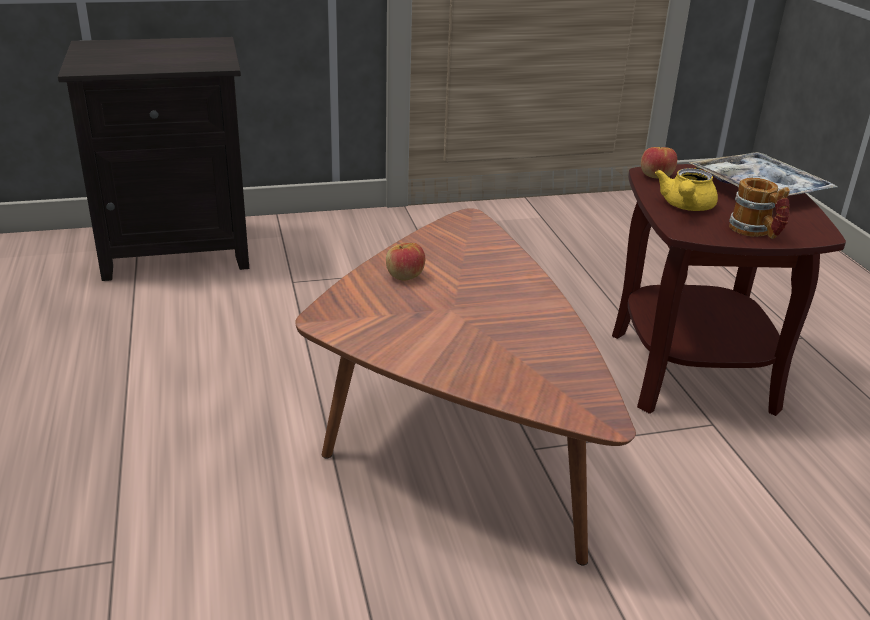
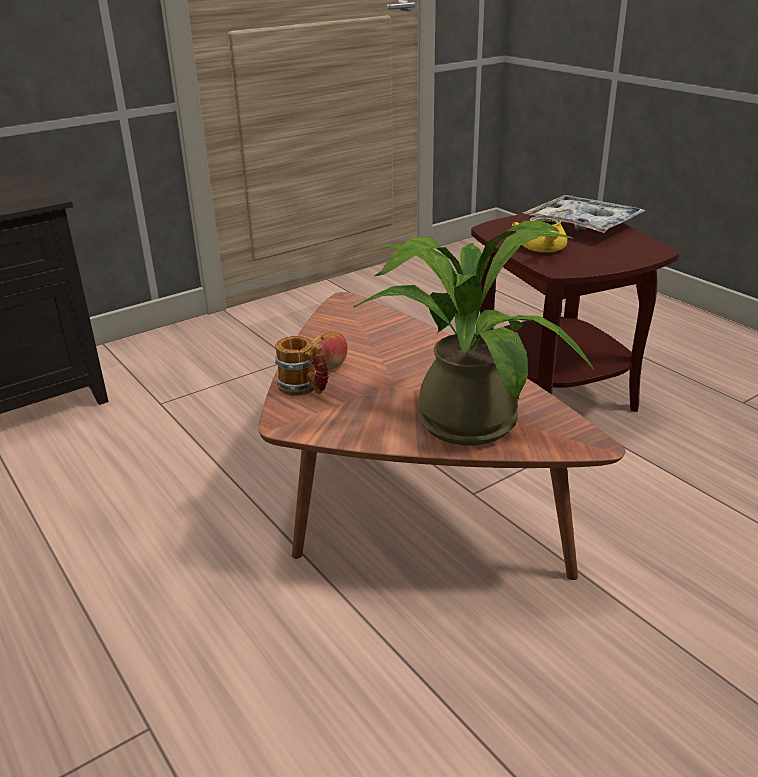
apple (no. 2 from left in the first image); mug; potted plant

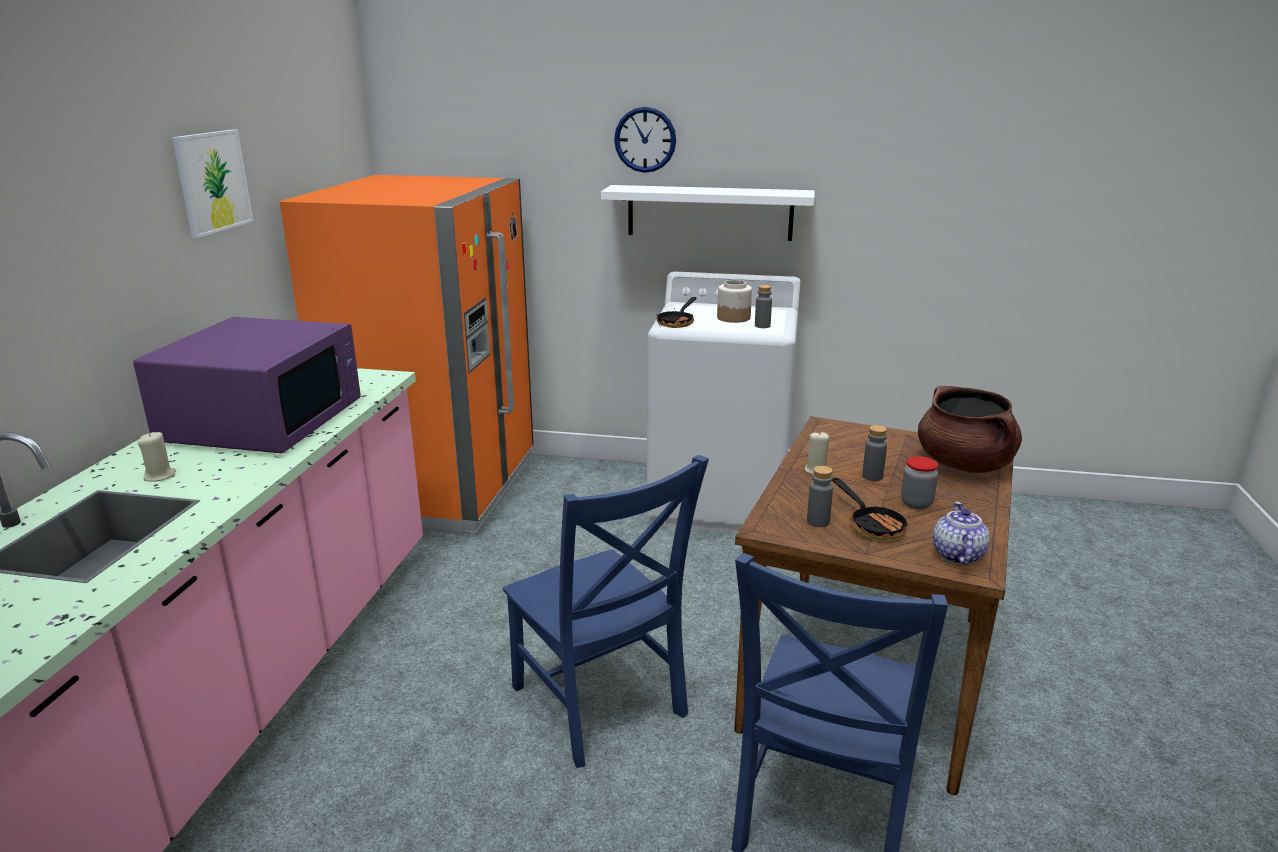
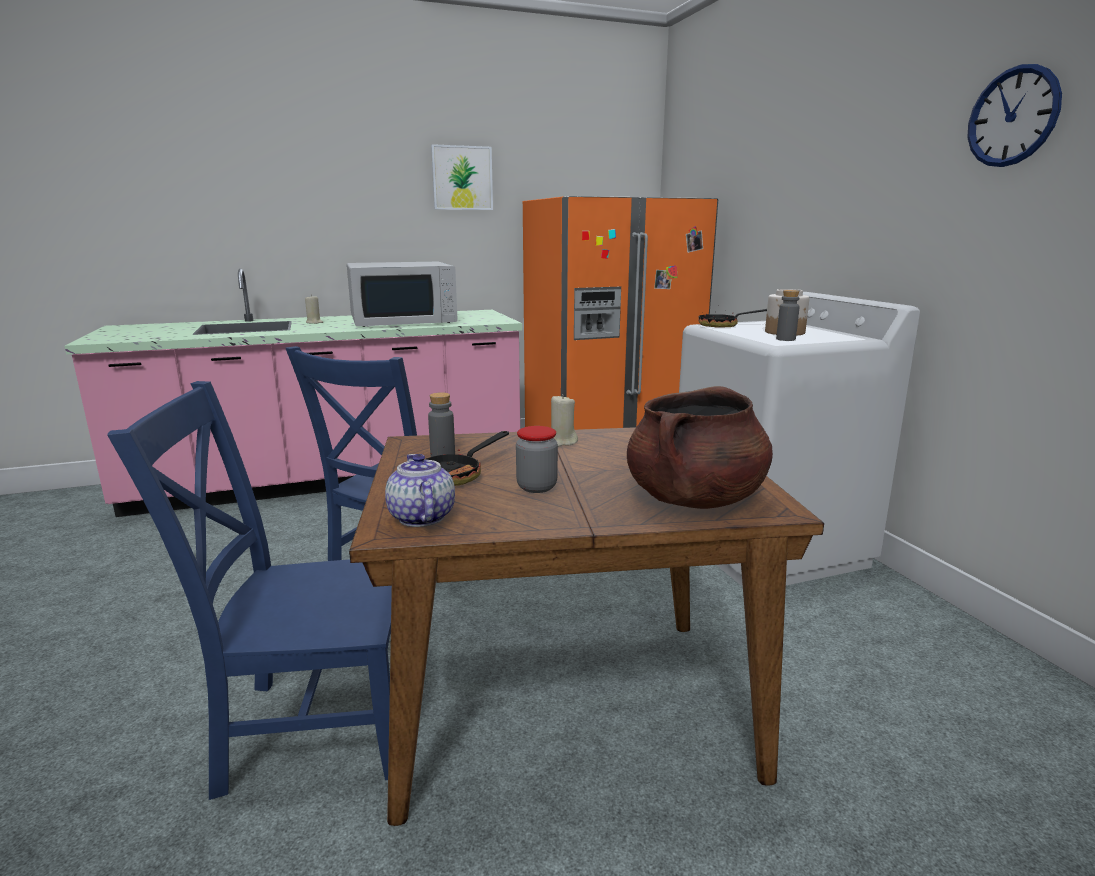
wall clock; shelf (white); microwave (white); bottle (grey) (no. 3 from left in the first image); teapot

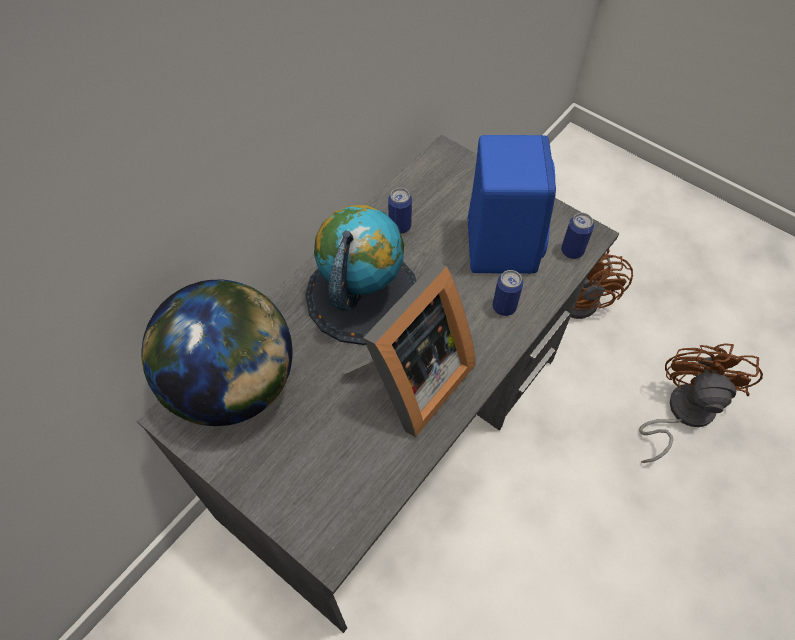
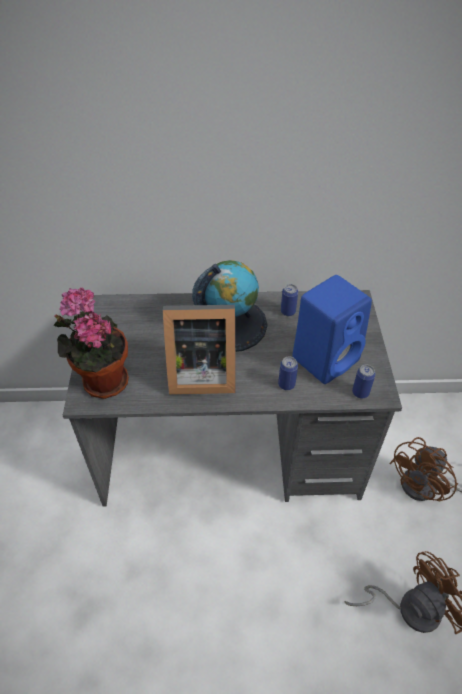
globe (no. 1 from left in the first image); potted plant

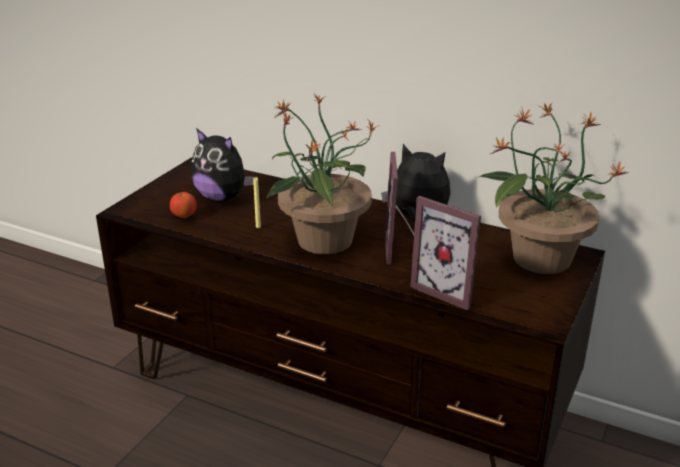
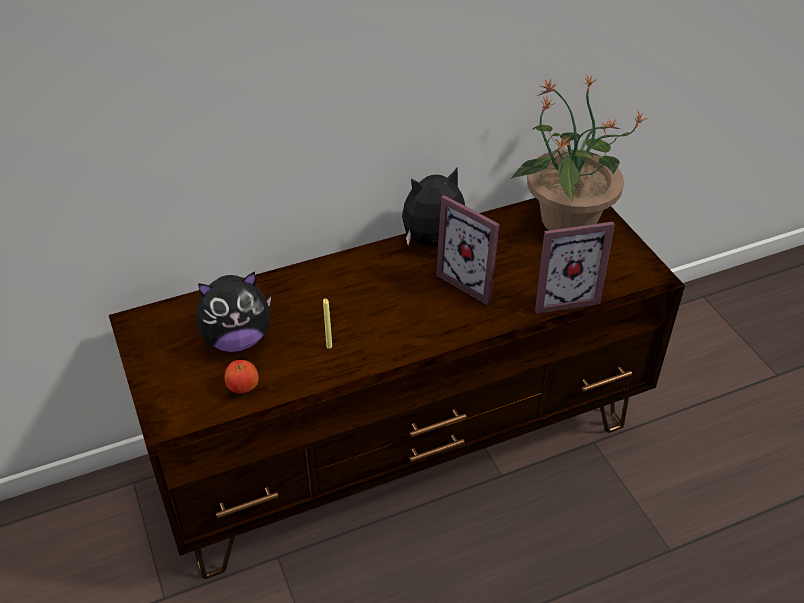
potted plant (no. 1 from left in the first image)

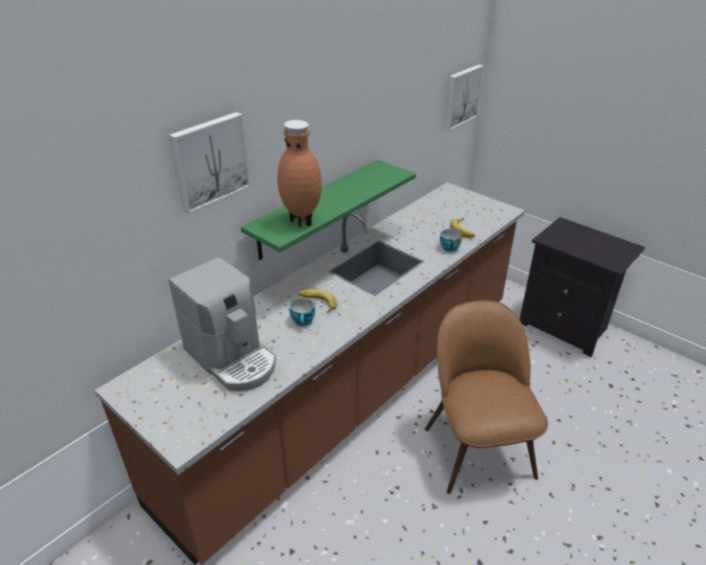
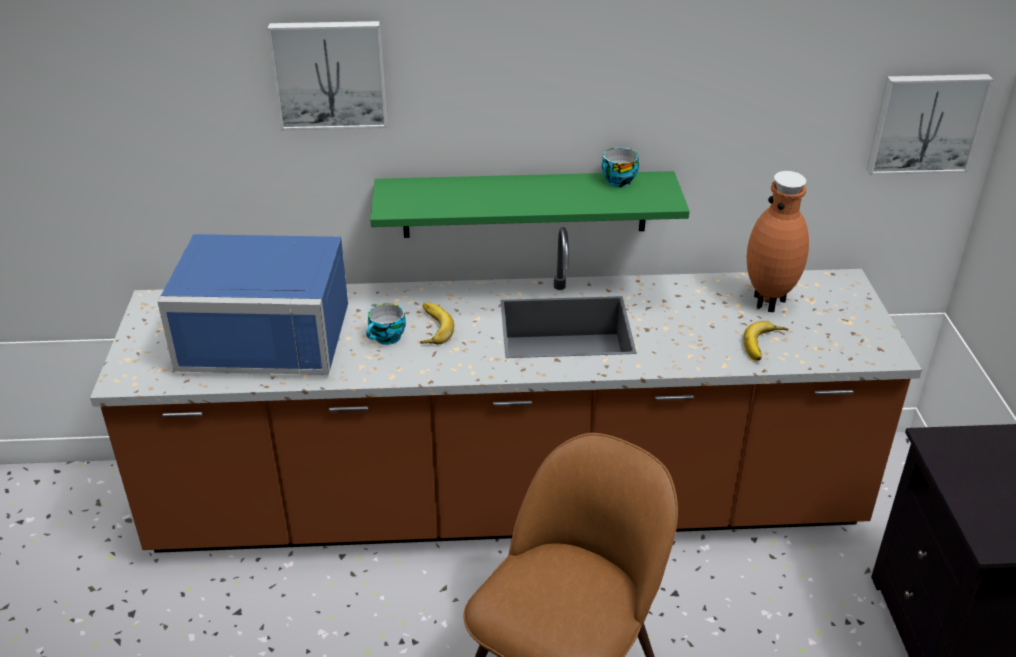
vase (brown); cup (no. 2 from left); microwave (blue)

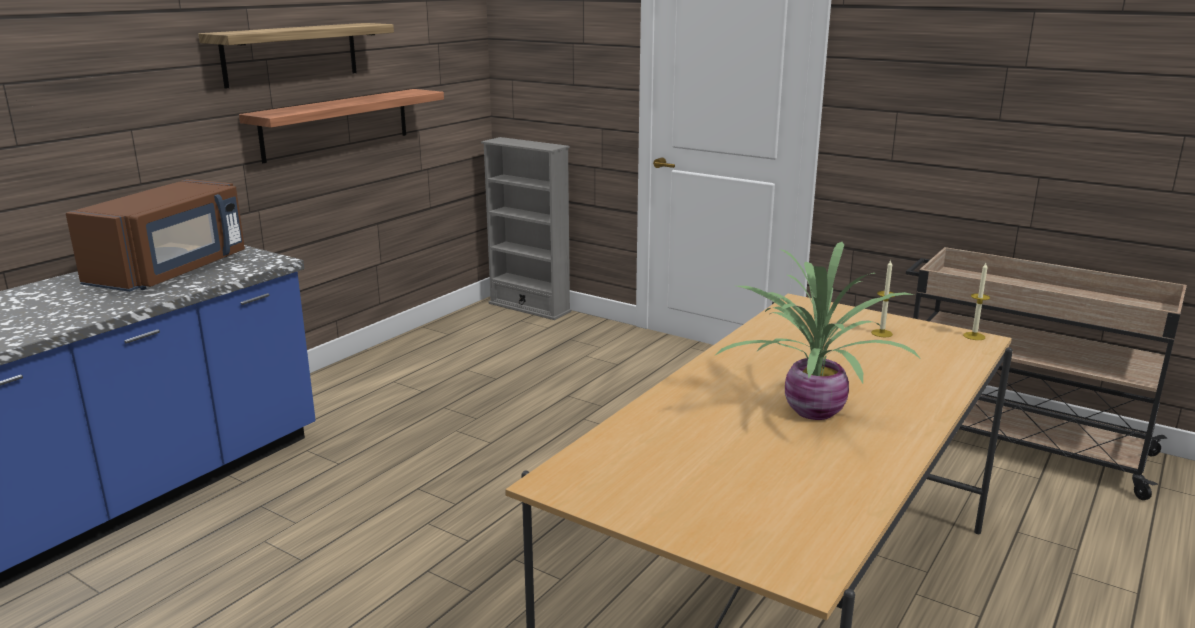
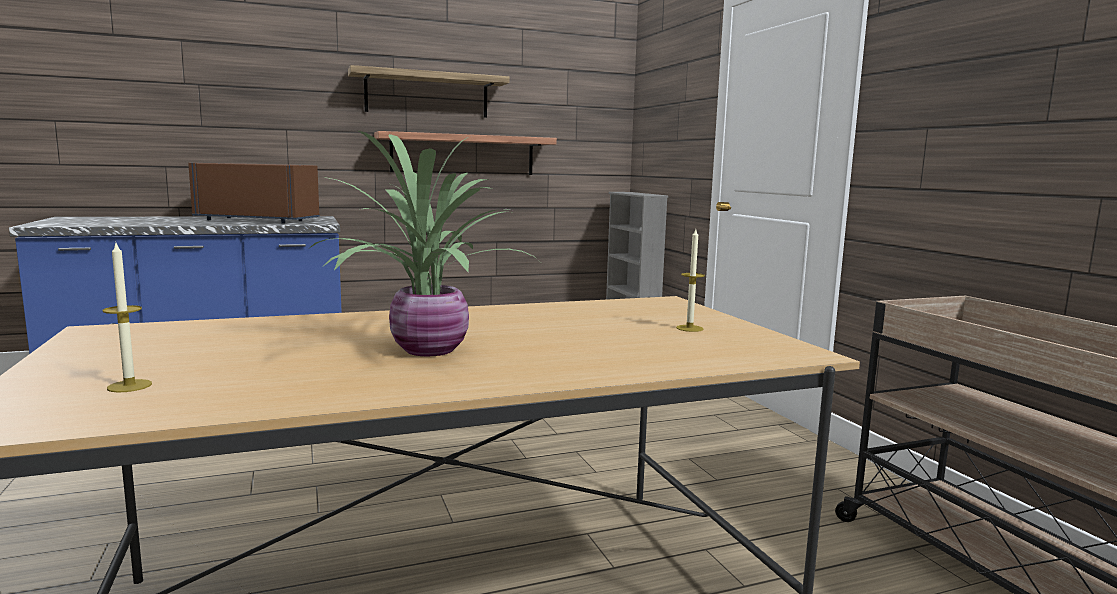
microwave (brown); candle (no. 1 from left)

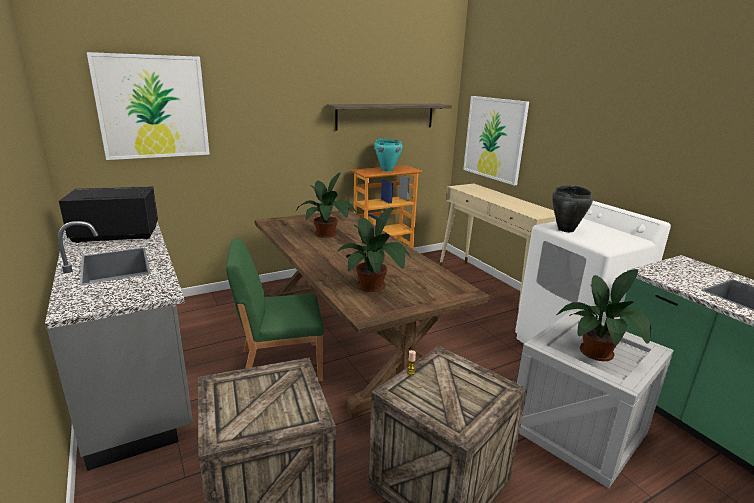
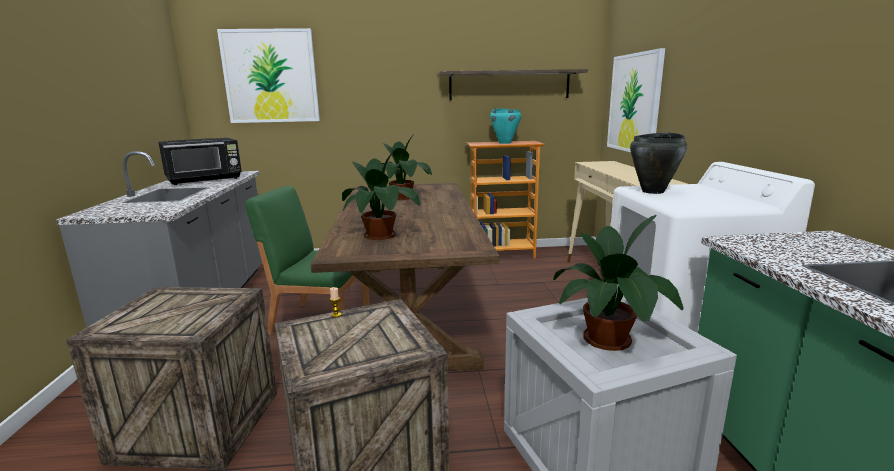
microwave (black)

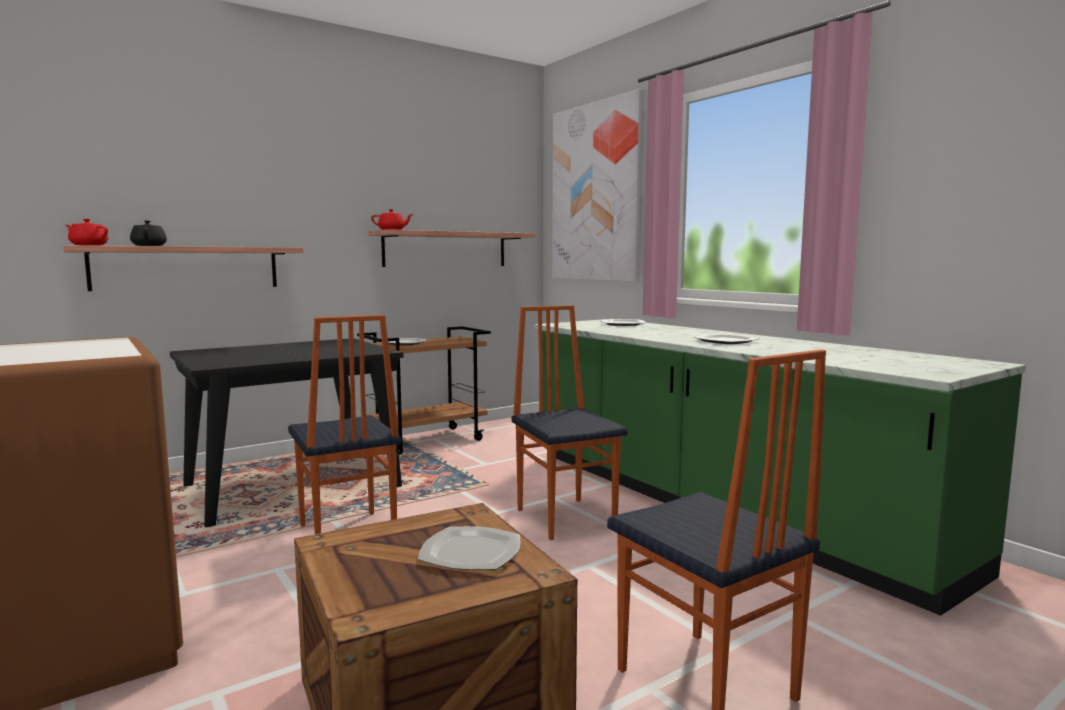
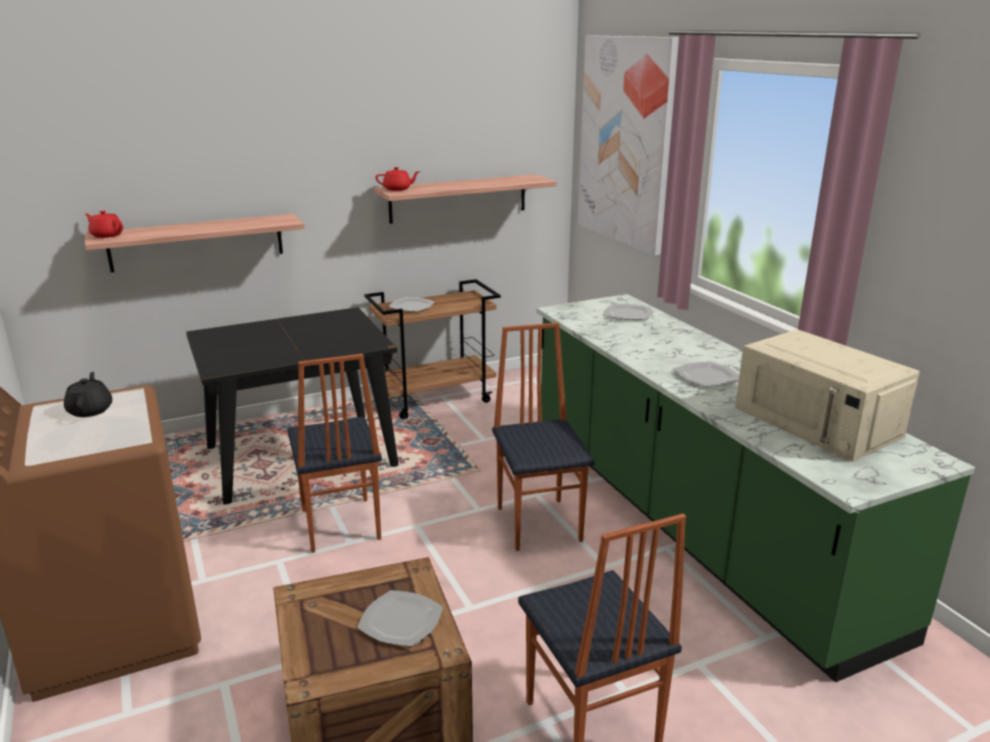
teapot (black); microwave (beige)

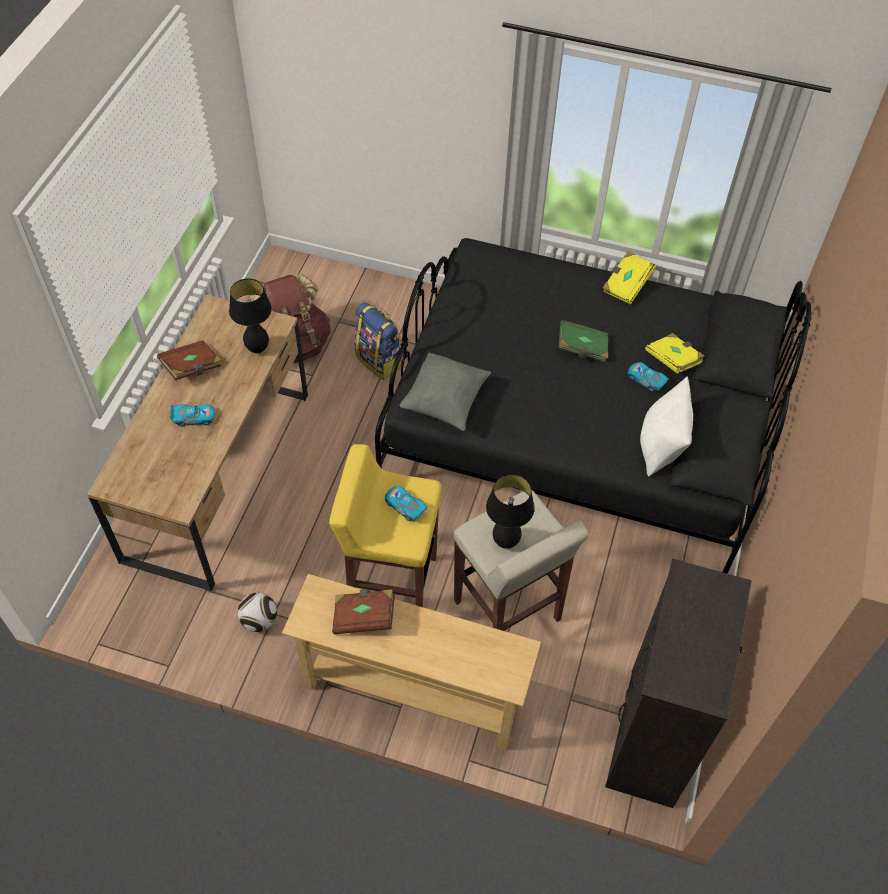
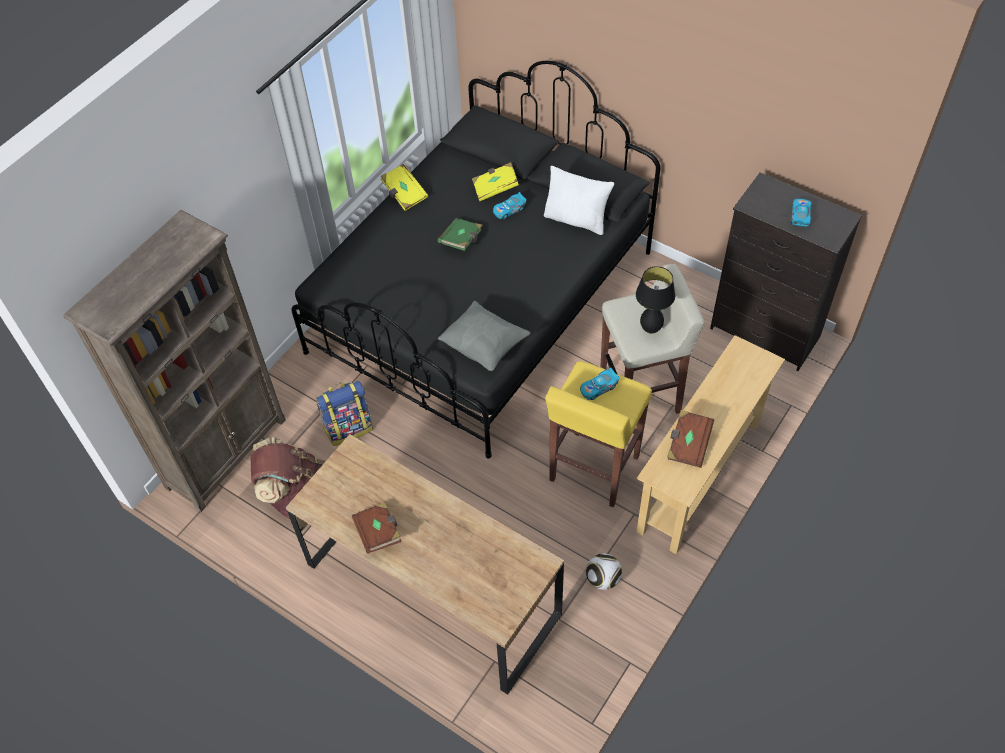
table lamp (black) (no. 1 from left in the first image); toy car (no. 3 from left); bookcase (brown)

